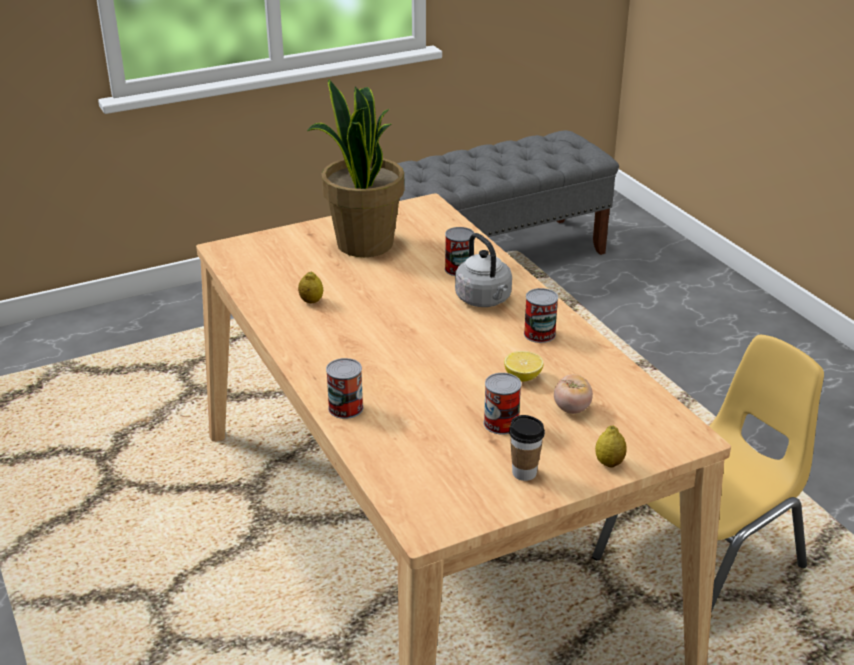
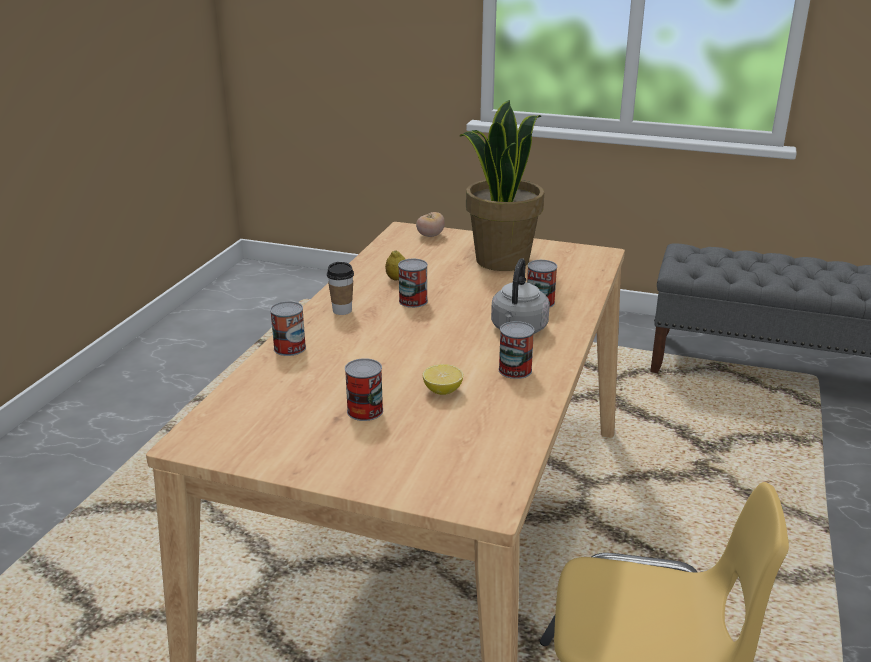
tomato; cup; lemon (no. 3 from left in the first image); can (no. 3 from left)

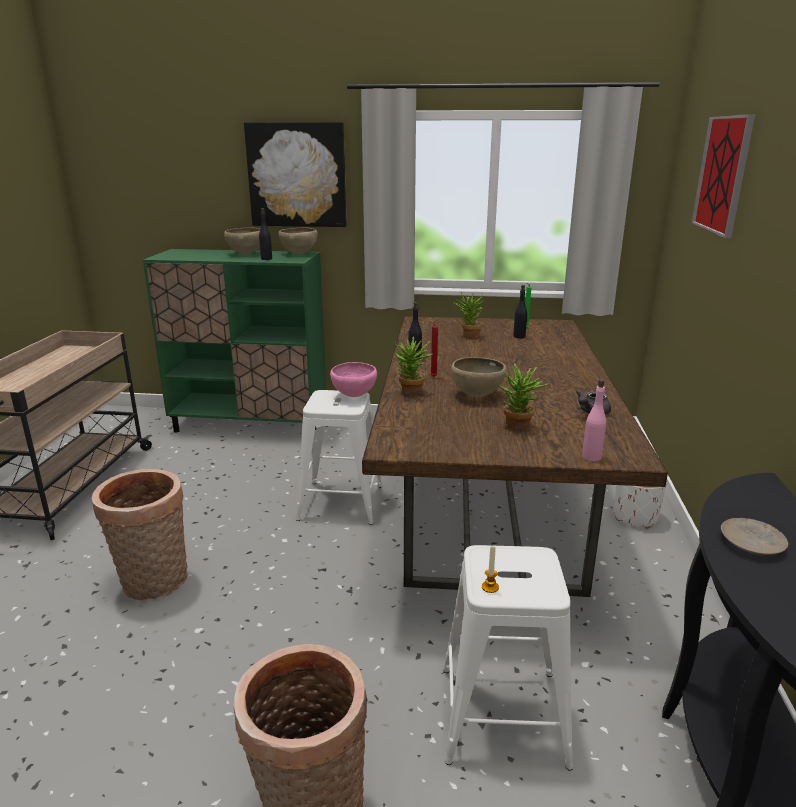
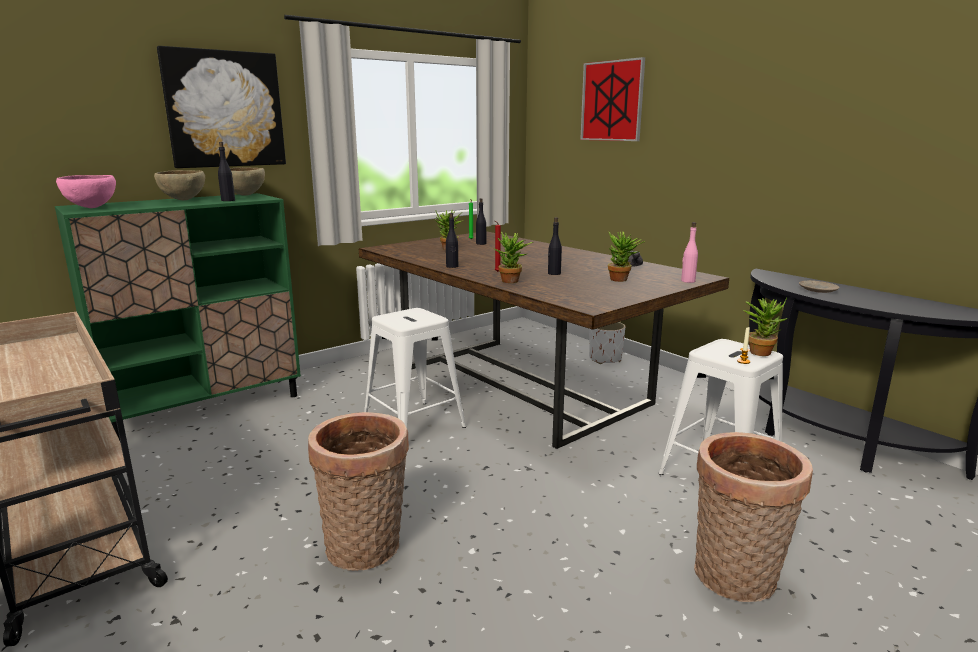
bottle (black) (no. 4 from left); bowl (pink); potted plant (no. 4 from left)

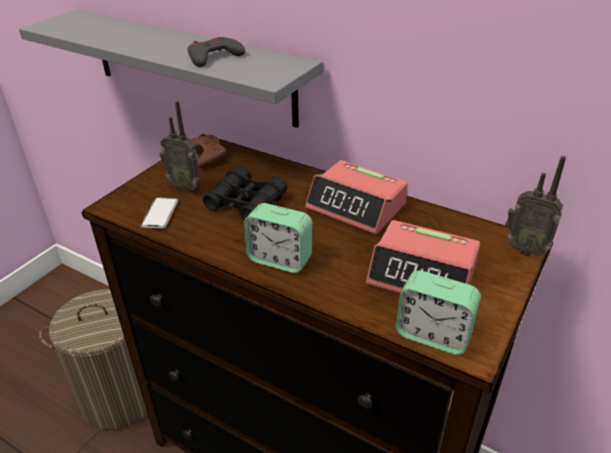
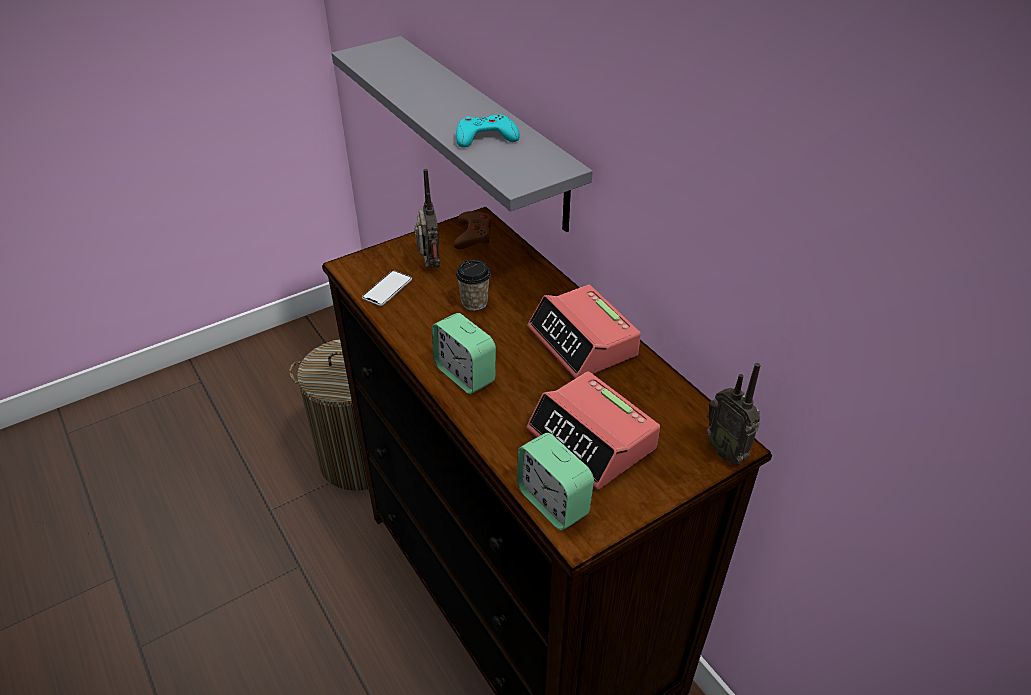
game controller (turquoise); radio (no. 1 from left); cup

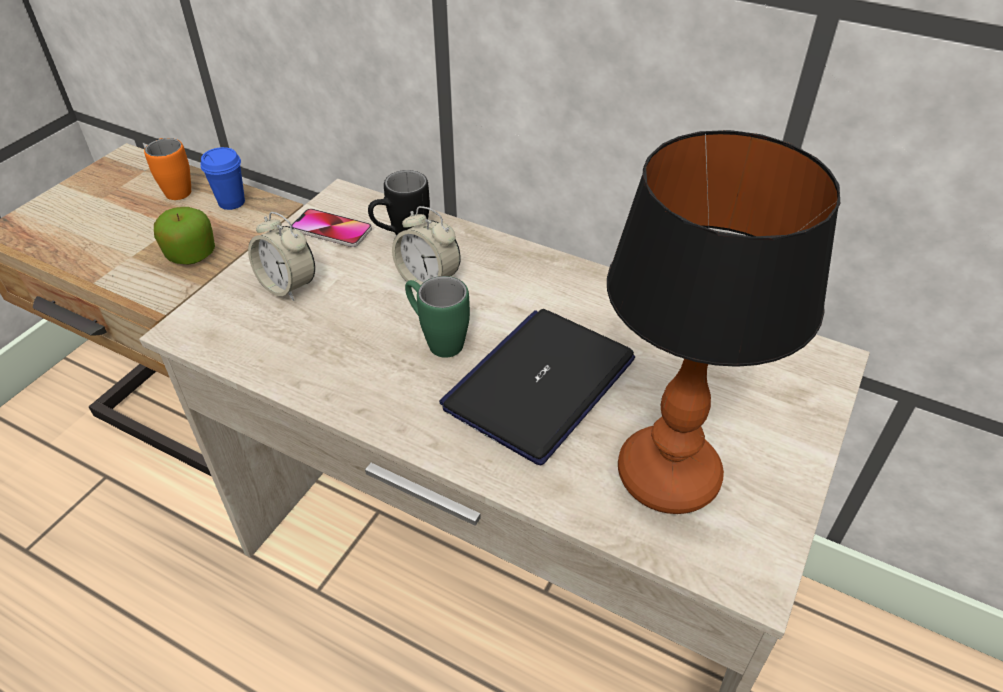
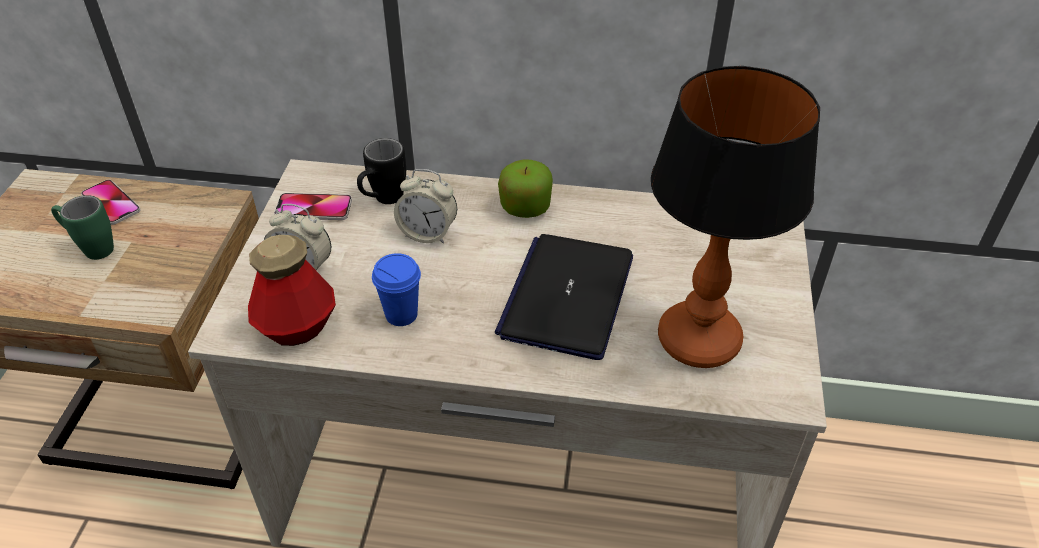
phone (no. 1 from left); cup (blue); apple; mug (green); bottle

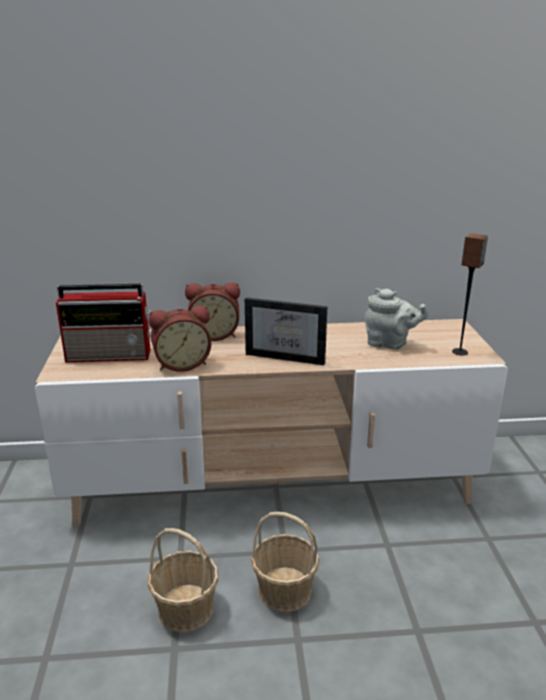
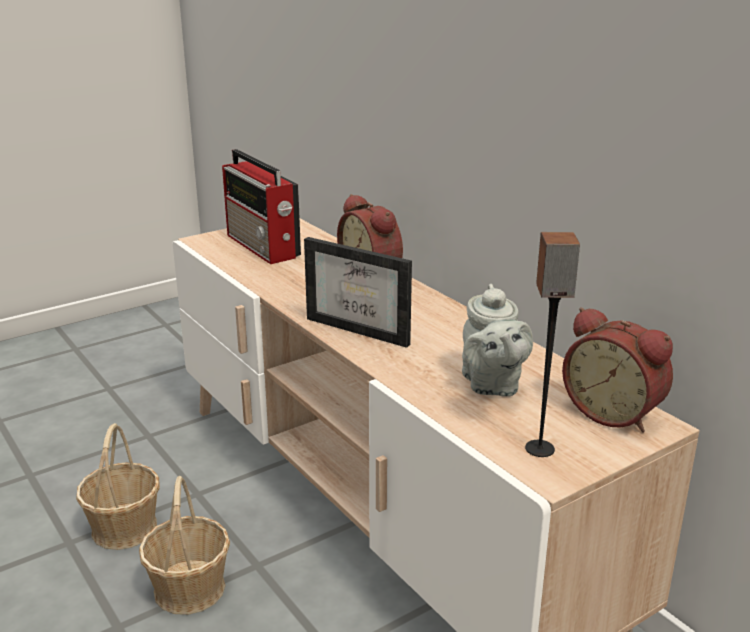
picture frame; alarm clock (no. 2 from left)

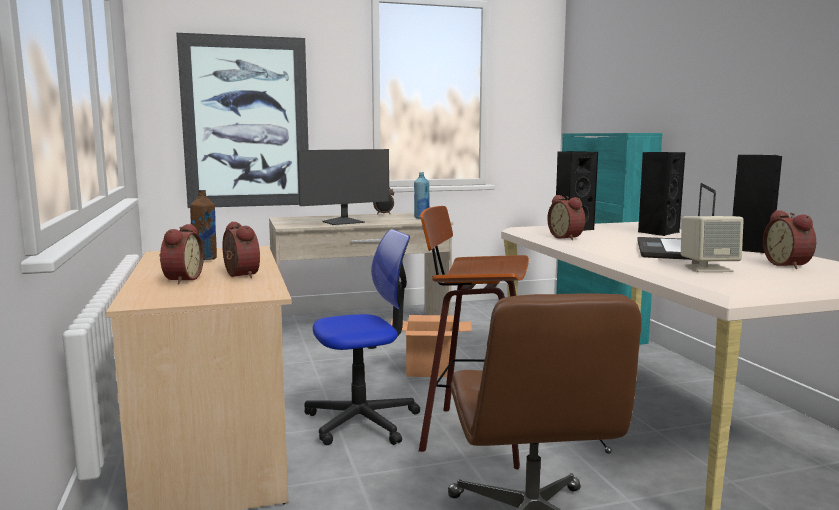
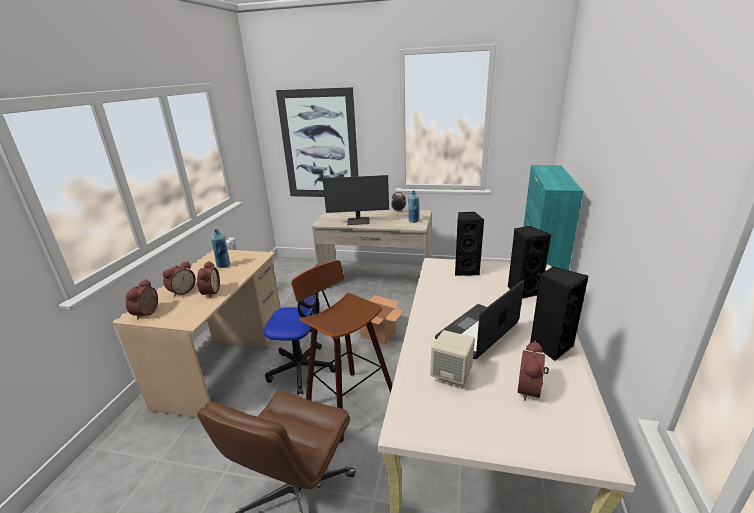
bottle (blue) (no. 1 from left); alarm clock (no. 1 from left)

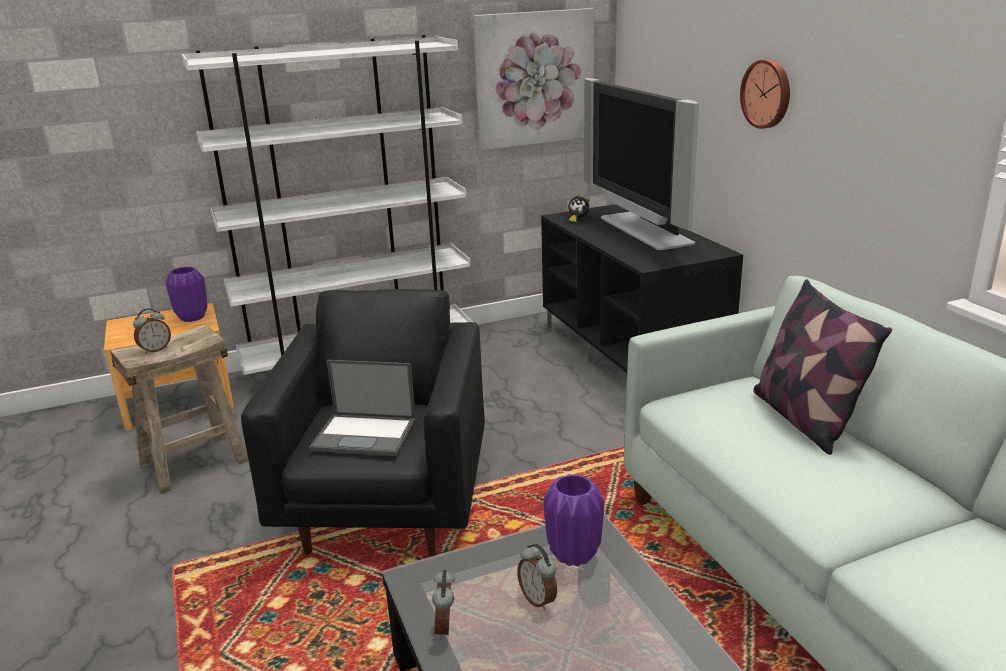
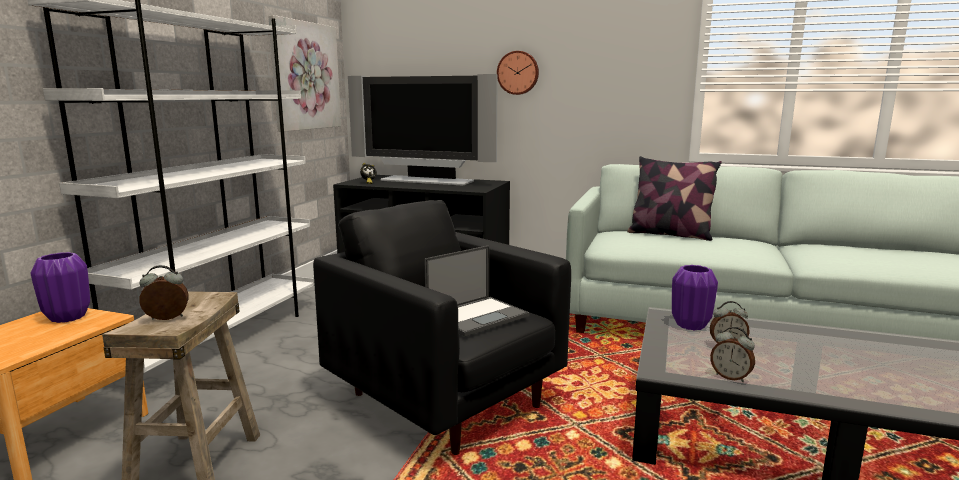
alarm clock (no. 1 from left)

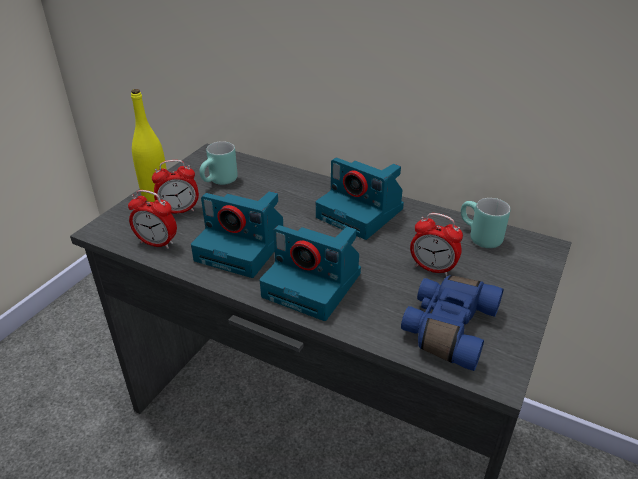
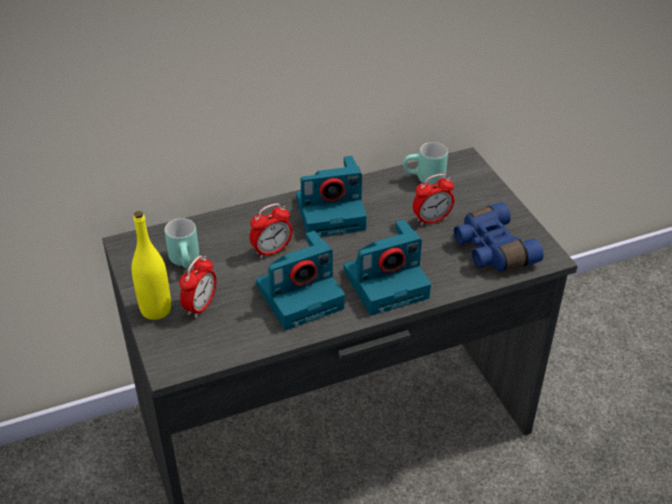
alarm clock (no. 2 from left)

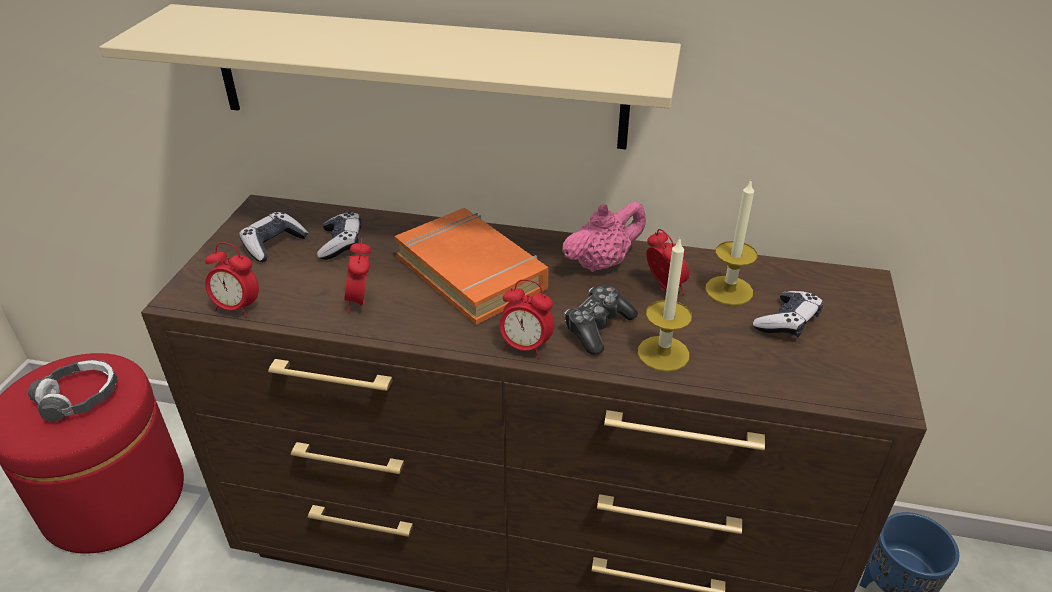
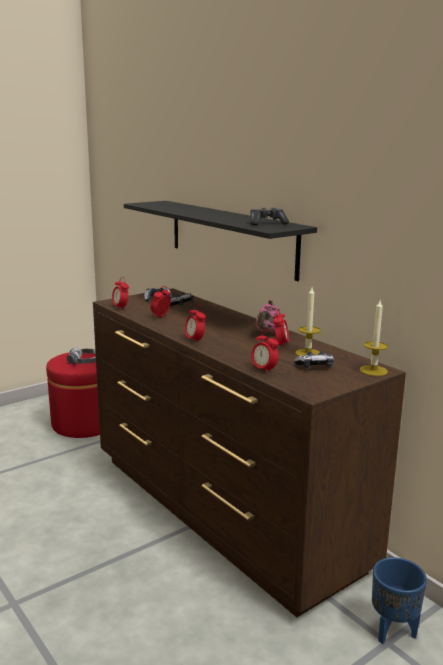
shelf (black); teapot (pink); book (orange); candle (no. 2 from left); game controller (no. 3 from left); alarm clock (no. 4 from left)

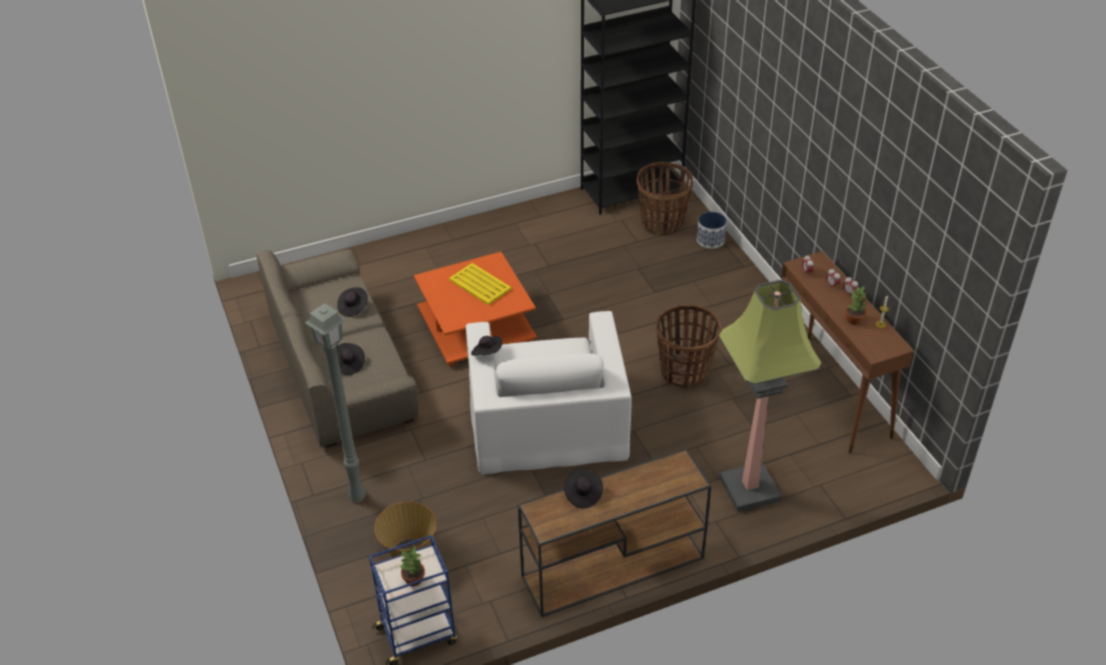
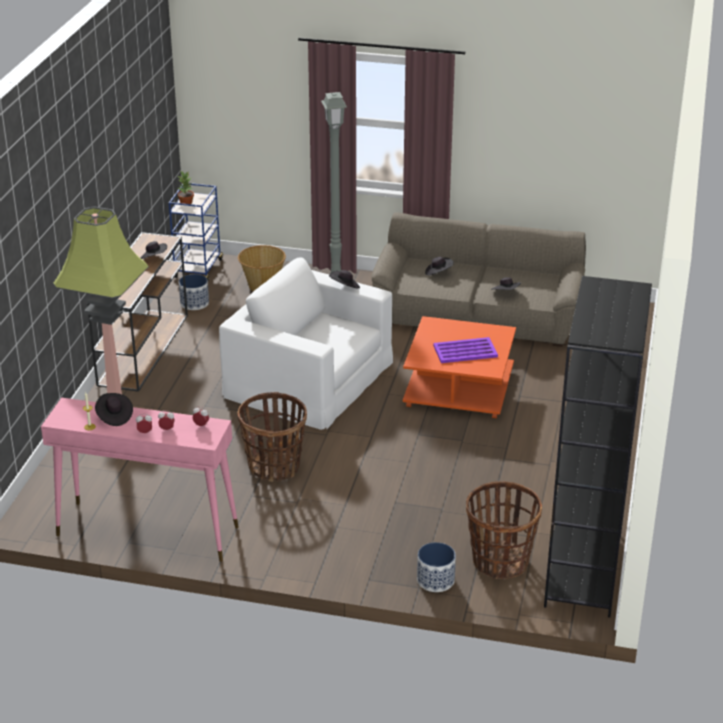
console table (pink); tray (purple); hat (black) (no. 1 from left); planter (no. 1 from left)

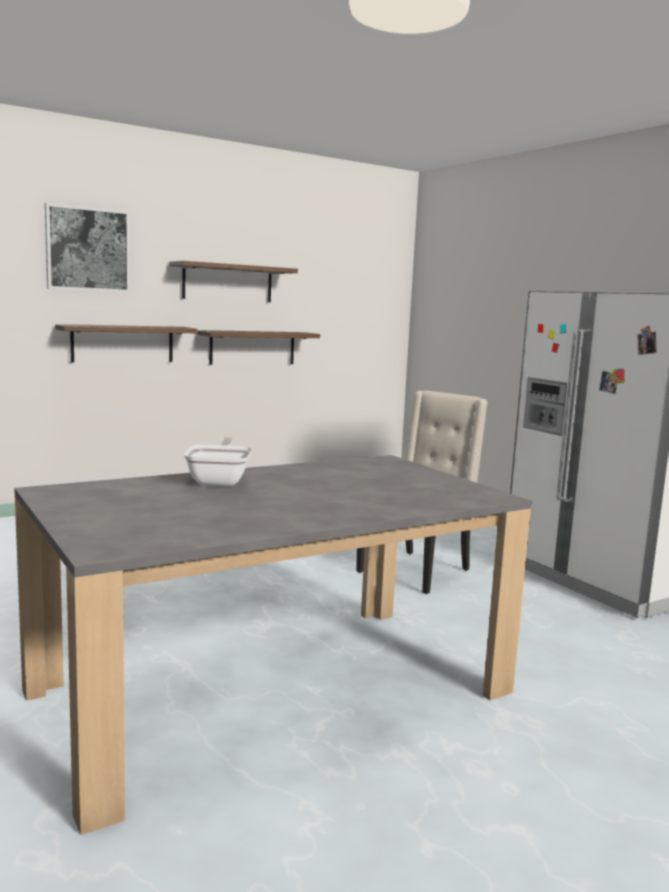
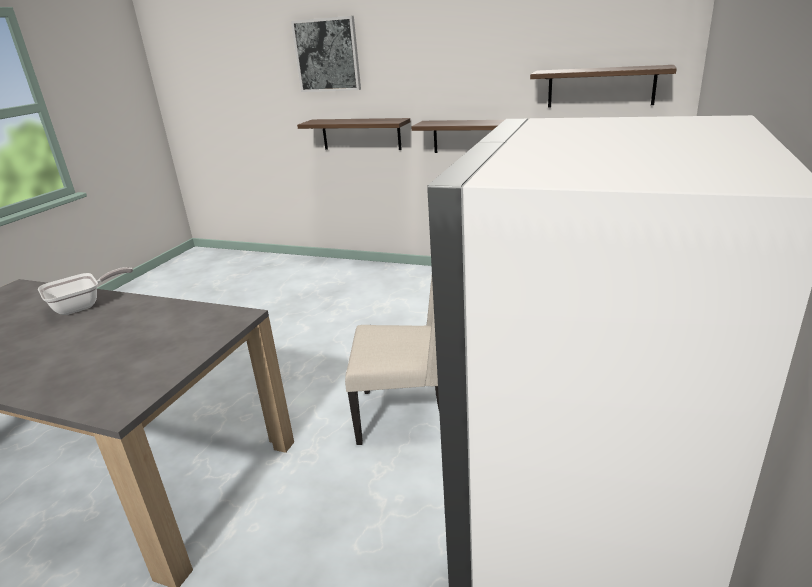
shelf (no. 3 from left)

